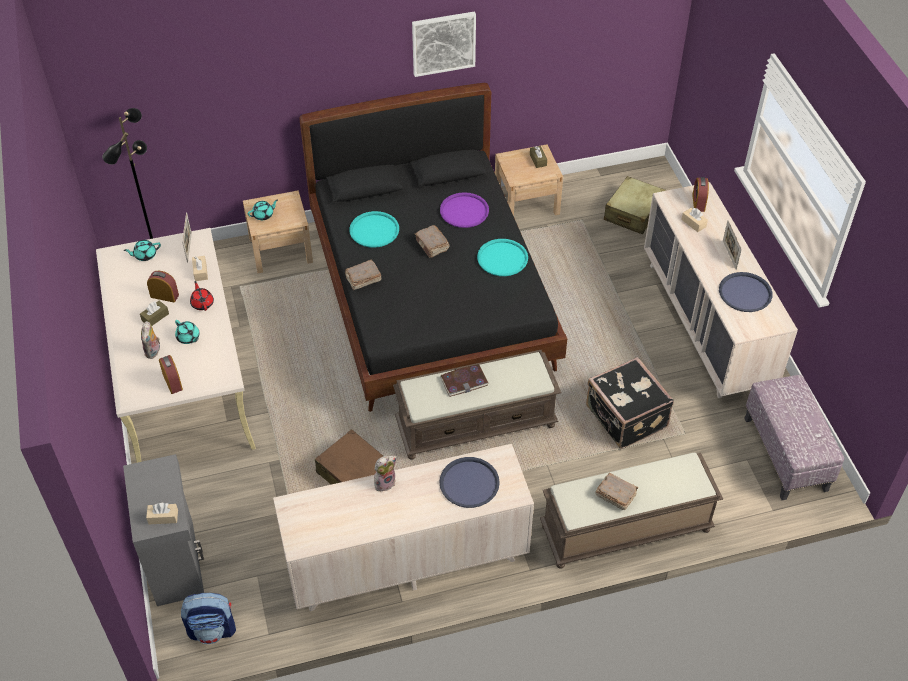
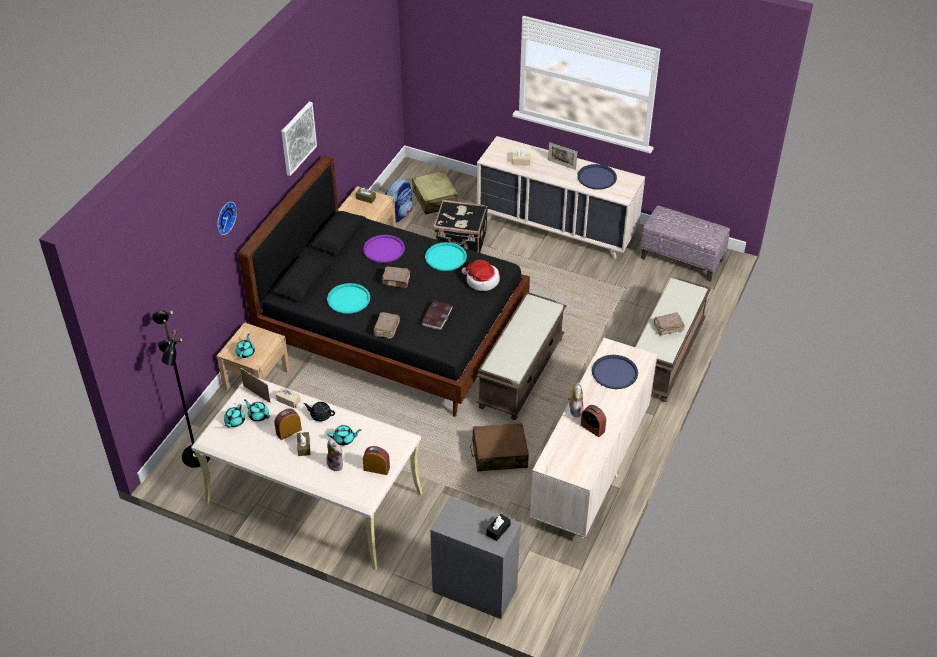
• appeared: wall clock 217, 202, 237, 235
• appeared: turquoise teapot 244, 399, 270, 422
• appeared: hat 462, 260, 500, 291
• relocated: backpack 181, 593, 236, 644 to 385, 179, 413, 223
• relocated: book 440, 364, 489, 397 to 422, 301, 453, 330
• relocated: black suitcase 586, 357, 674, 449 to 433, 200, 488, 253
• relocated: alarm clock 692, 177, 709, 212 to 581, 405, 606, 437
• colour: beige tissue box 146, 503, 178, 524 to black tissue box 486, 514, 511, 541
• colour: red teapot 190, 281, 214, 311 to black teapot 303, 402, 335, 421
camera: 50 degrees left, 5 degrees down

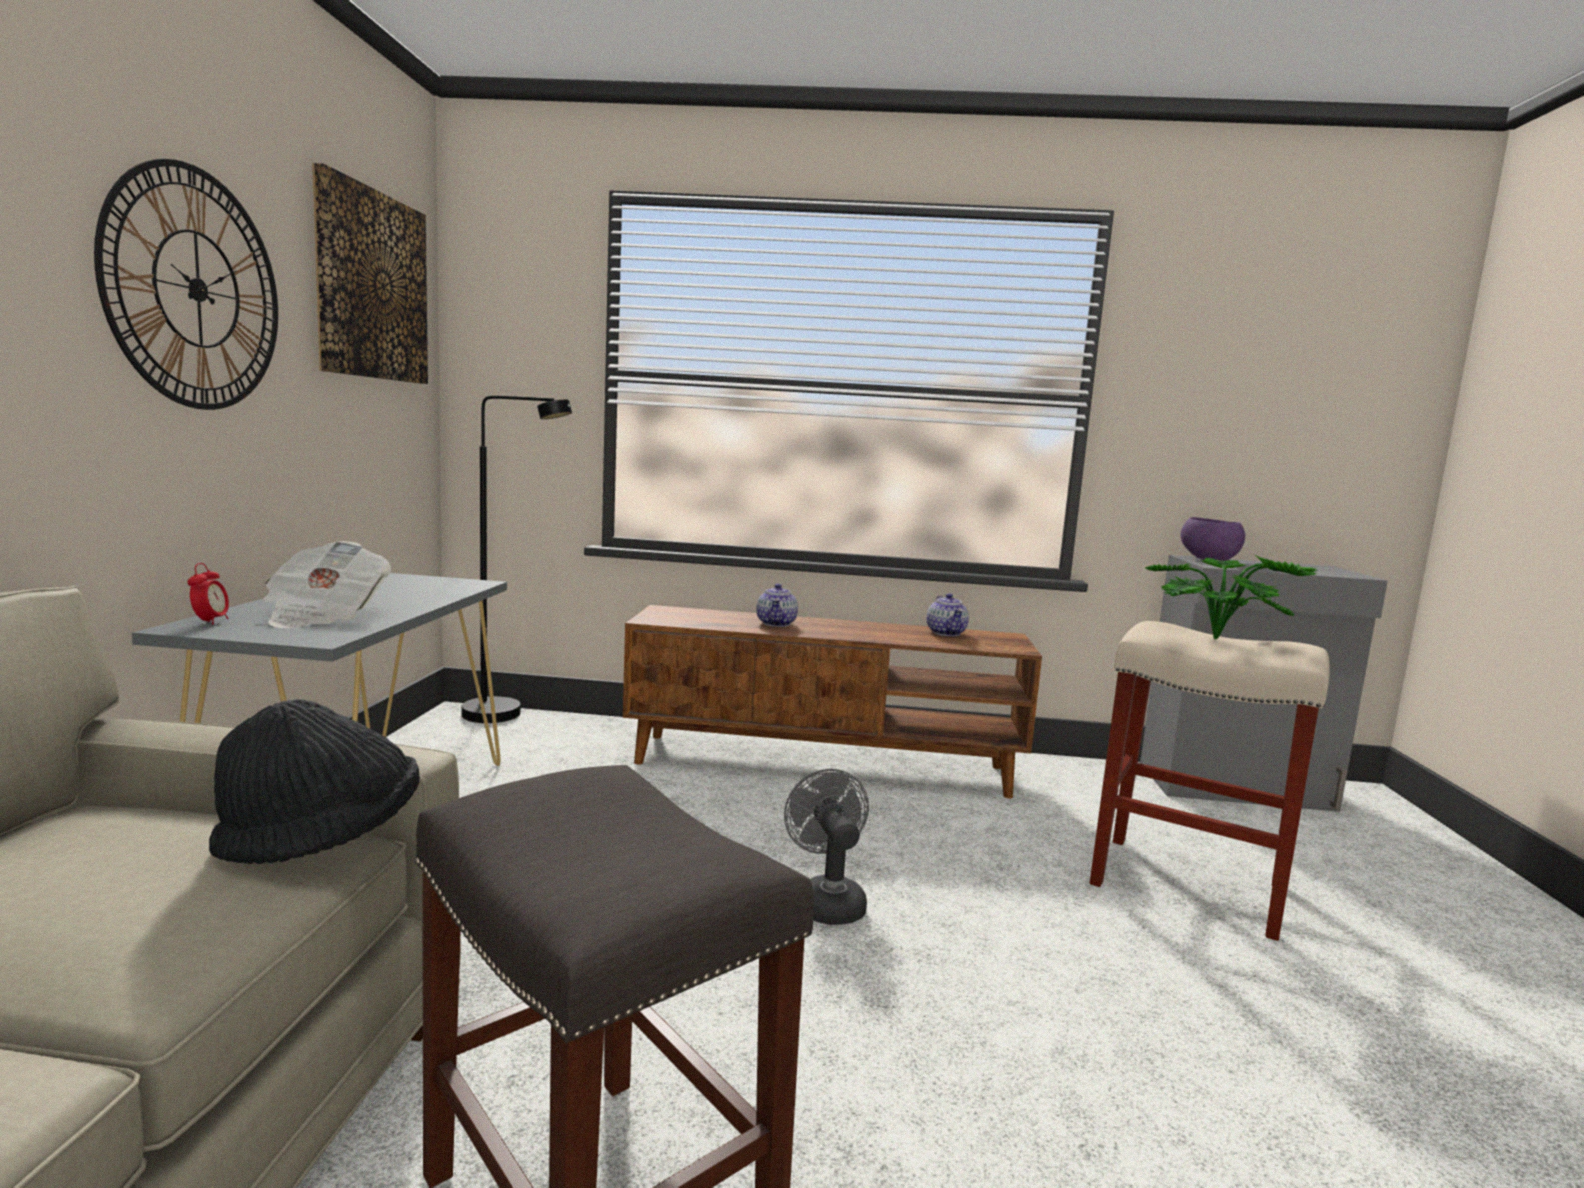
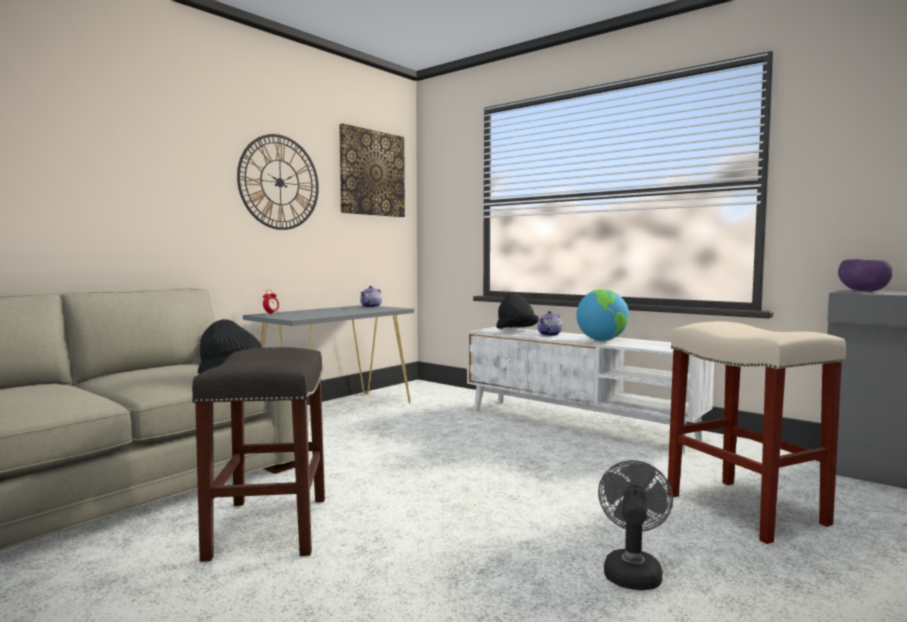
• missing: newspaper 263, 541, 391, 628
• missing: black floor lamp 461, 396, 572, 723
• missing: potted plant 1144, 555, 1317, 639
• appeared: black hat 496, 293, 539, 329
• appeared: globe 576, 289, 629, 341
• relocated: grey fan 784, 769, 869, 925 to 598, 460, 673, 591
• relocated: teapot 927, 593, 969, 636 to 360, 286, 382, 308
• colour: brown tv stand 623, 605, 1042, 799 to white tv stand 467, 327, 714, 454
camera: 35 degrees right, 5 degrees down

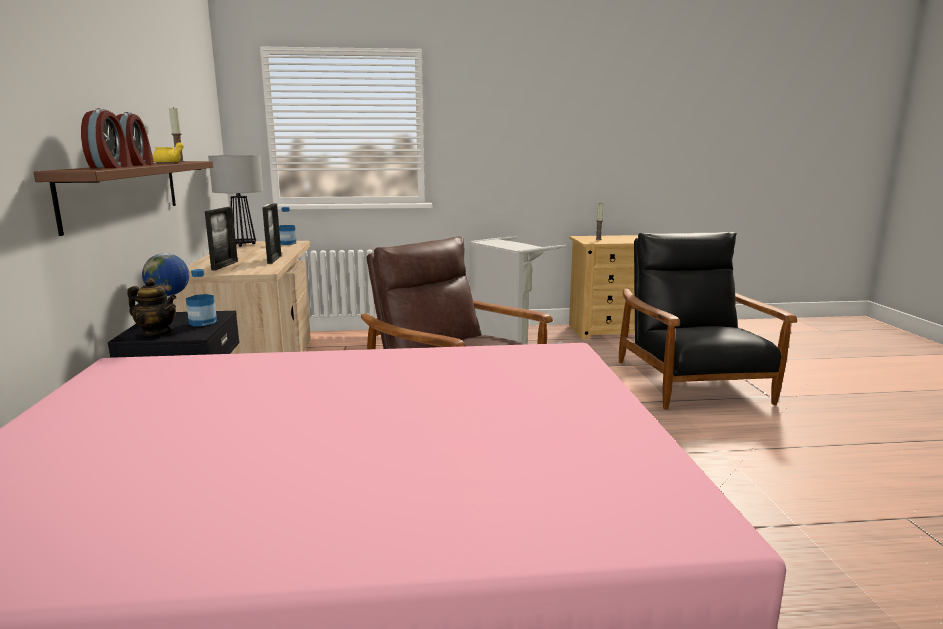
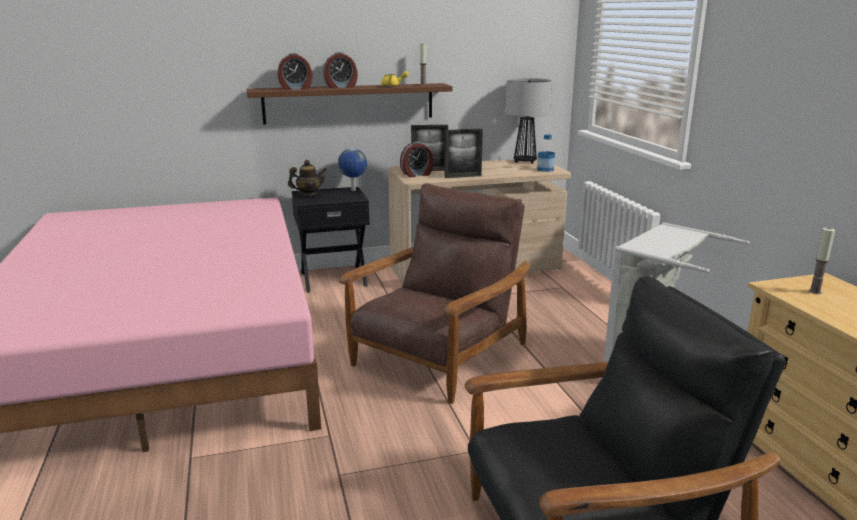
• missing: bottle 186, 269, 217, 326
• appeared: alarm clock 400, 142, 433, 177
• spun: teapot 127, 278, 177, 336 = 288, 160, 327, 197 120 degrees counterclockwise
camera: 80 degrees right, 5 degrees up

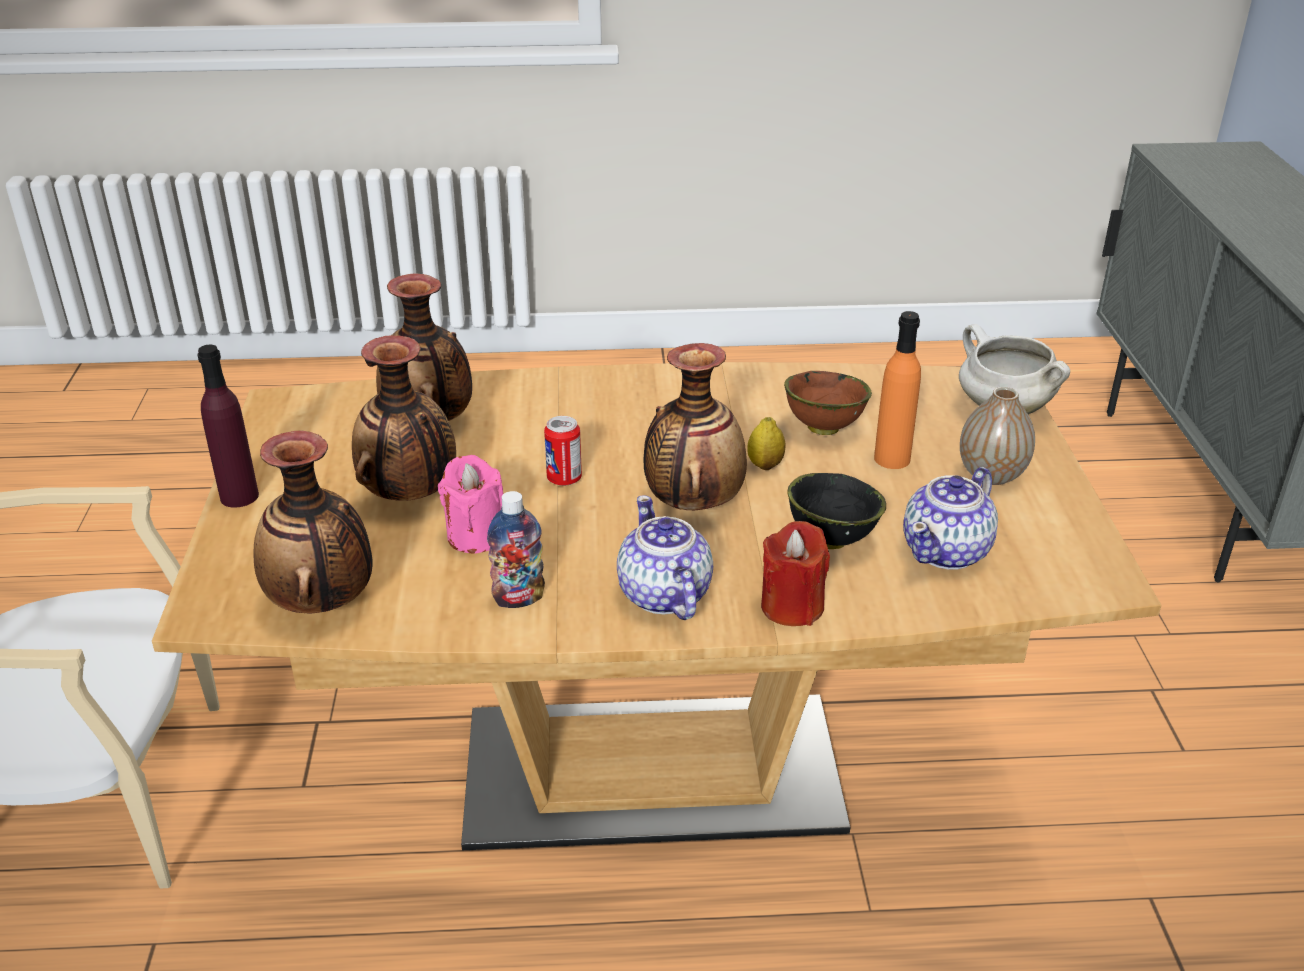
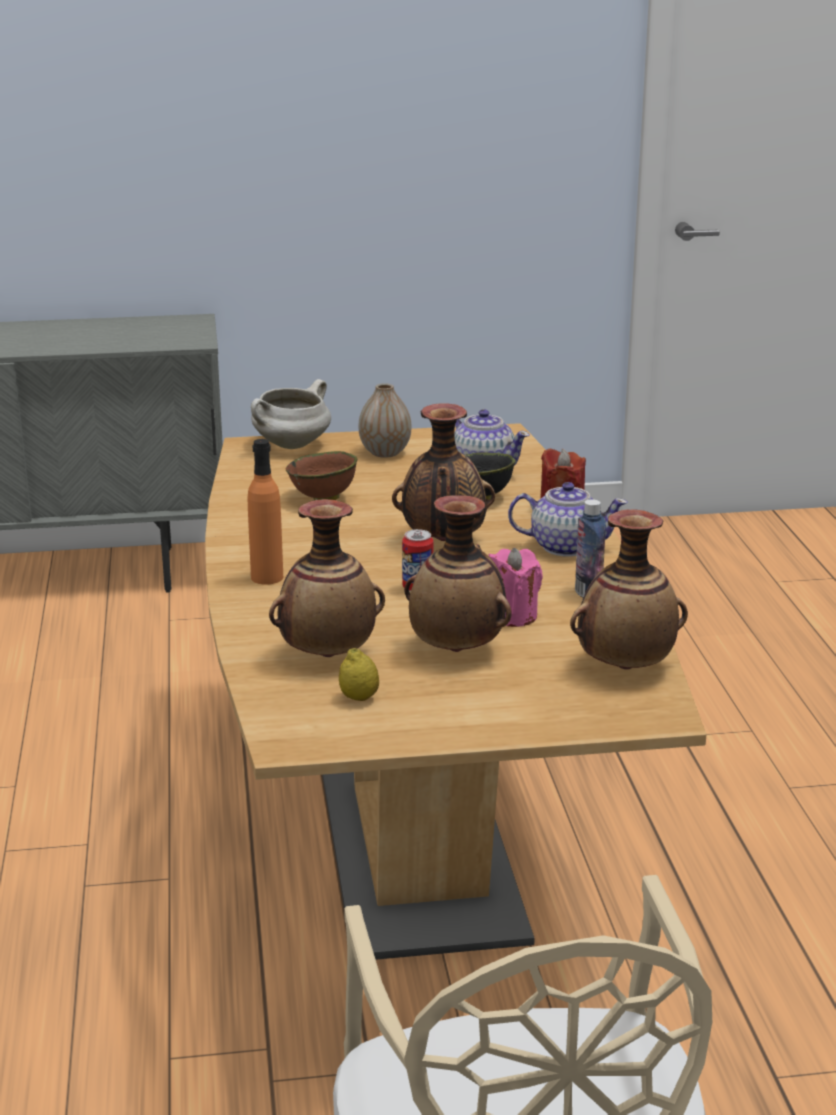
• missing: purple bottle 198, 345, 259, 508
• relocated: lemon 747, 417, 785, 470 to 339, 648, 379, 701
• relocated: orange bottle 874, 311, 921, 469 to 248, 439, 283, 585
• spun: teapot 617, 495, 713, 620 = 508, 482, 628, 557 150 degrees counterclockwise
camera: 95 degrees left, 10 degrees down

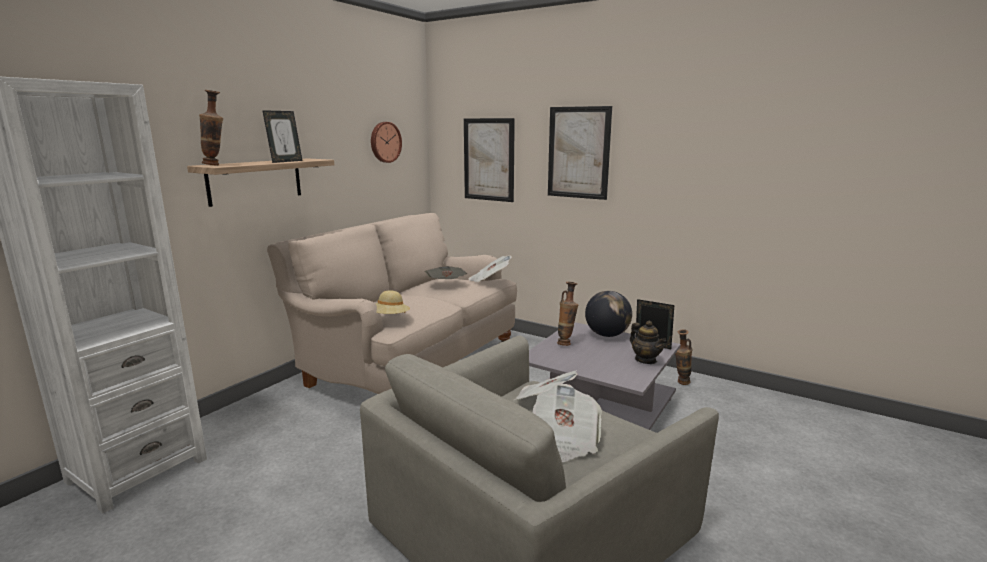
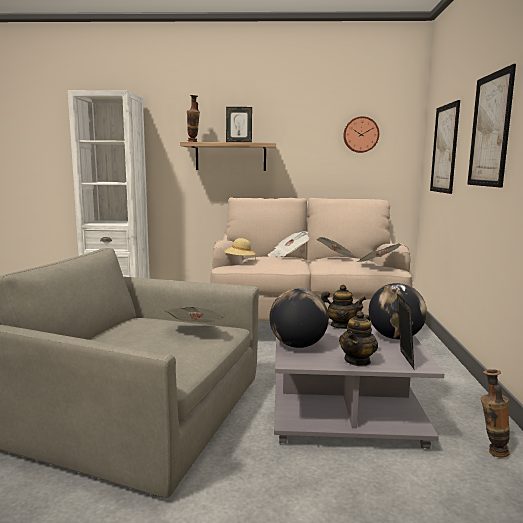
• appeared: globe 269, 288, 329, 348
• relocated: newspaper 532, 384, 602, 462 to 268, 231, 309, 257
• exchanged: vase 557, 282, 578, 346 to teapot 321, 285, 366, 329
camera: 60 degrees right, 5 degrees down

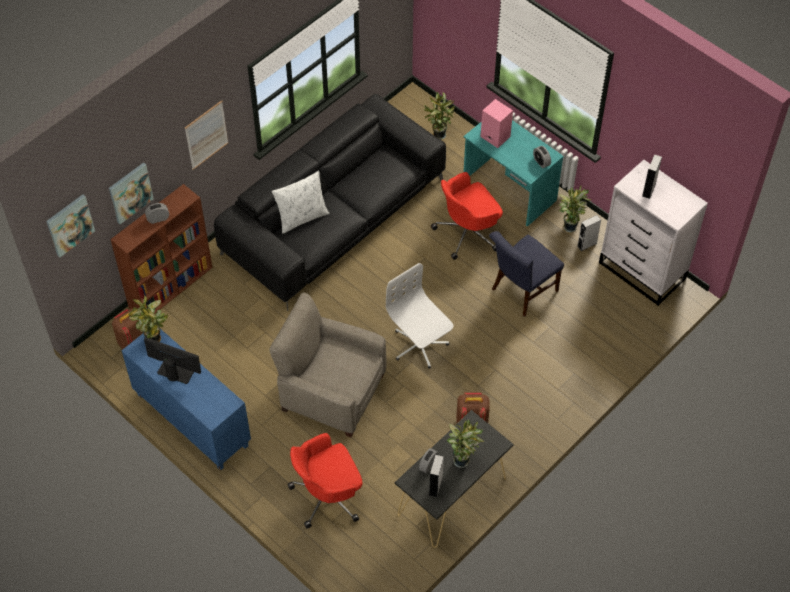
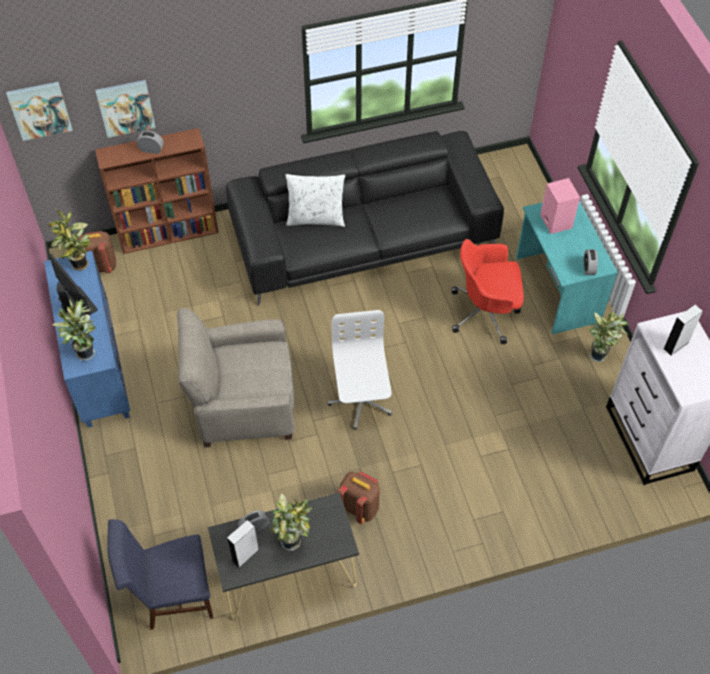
• missing: picture 185, 100, 228, 170
• missing: red office chair 287, 433, 363, 528
• missing: grey speaker 577, 215, 601, 251
• relocated: potted plant 424, 92, 455, 140 to 52, 299, 96, 361
• relocated: blue chair 489, 231, 564, 317 to 107, 519, 213, 630
• spun: beige armchair 269, 293, 386, 437 = 177, 308, 295, 448 60 degrees counterclockwise
camera: 30 degrees right, 0 degrees up

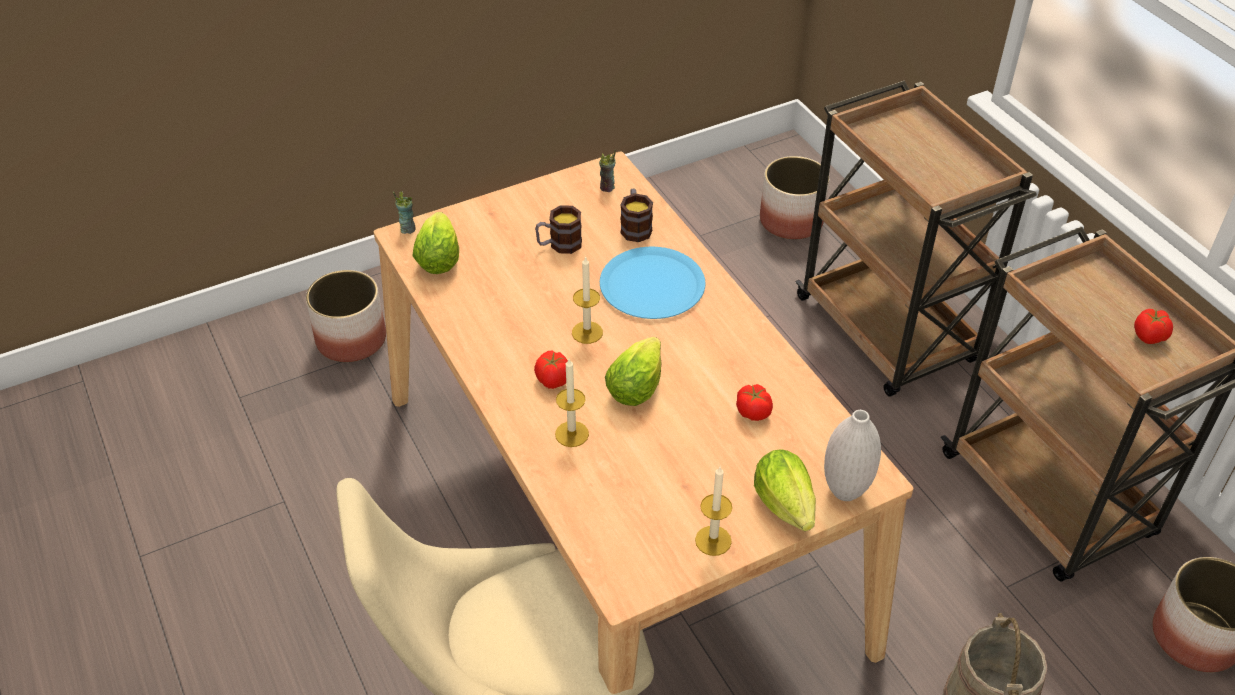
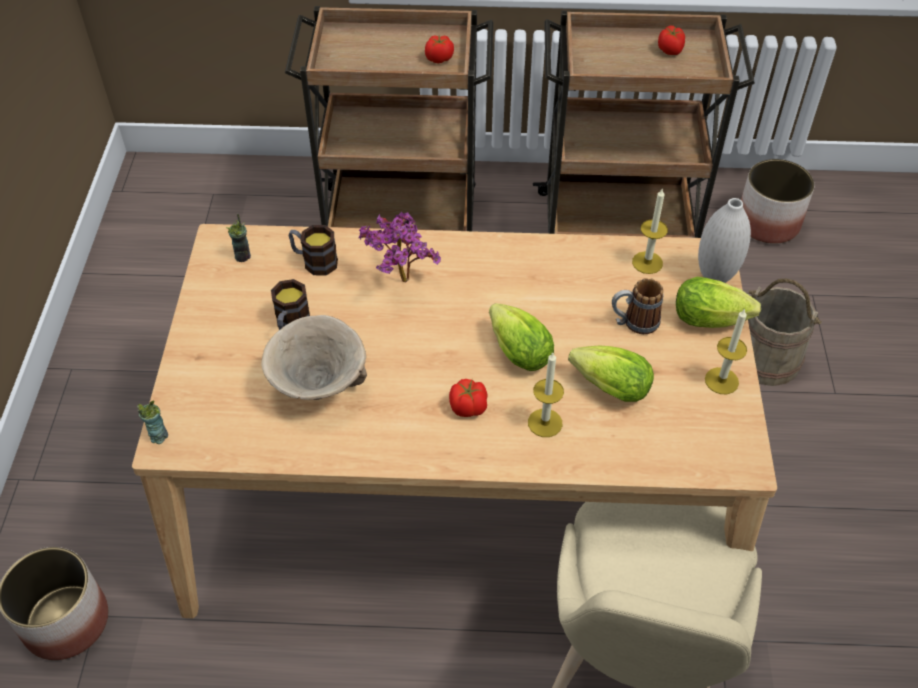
• missing: planter 760, 156, 830, 239
• appeared: beige bowl 261, 315, 367, 400
• appeared: mug 612, 278, 664, 334
• relocated: lettuce 413, 212, 459, 274 to 568, 345, 654, 402
• relocated: candle 572, 256, 603, 344 to 632, 189, 668, 274
• relocated: tomato 736, 384, 773, 421 to 425, 35, 454, 63
• exchanged: blue plate 600, 247, 705, 319 to potted plant 359, 212, 441, 282
camera: 60 degrees left, 5 degrees up

